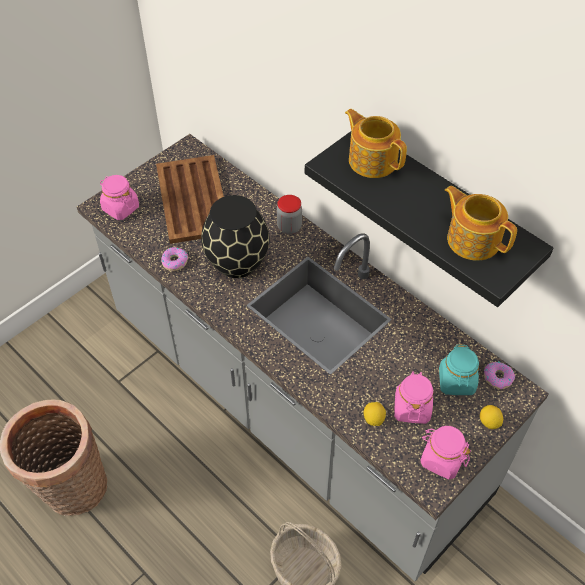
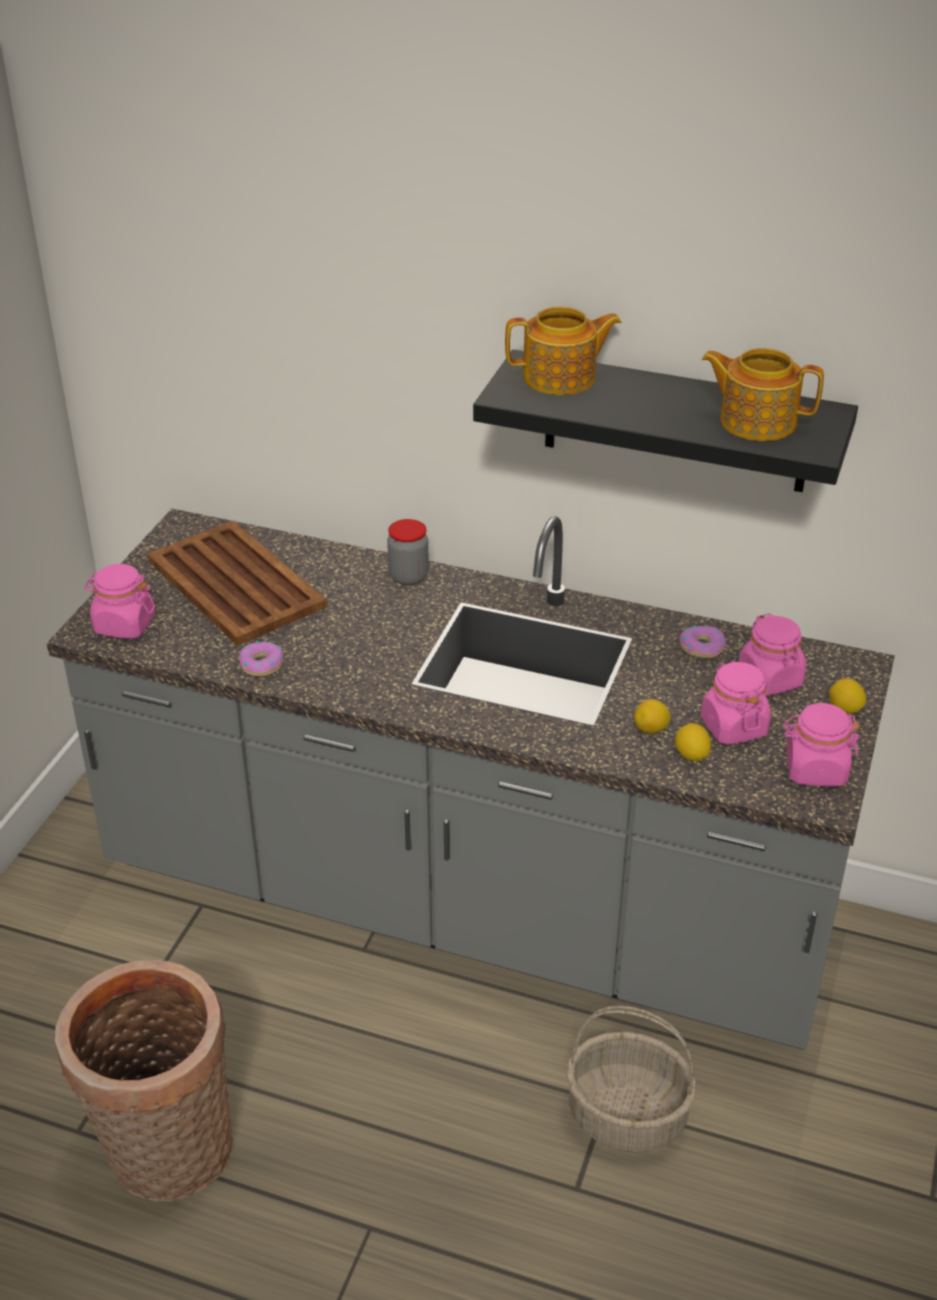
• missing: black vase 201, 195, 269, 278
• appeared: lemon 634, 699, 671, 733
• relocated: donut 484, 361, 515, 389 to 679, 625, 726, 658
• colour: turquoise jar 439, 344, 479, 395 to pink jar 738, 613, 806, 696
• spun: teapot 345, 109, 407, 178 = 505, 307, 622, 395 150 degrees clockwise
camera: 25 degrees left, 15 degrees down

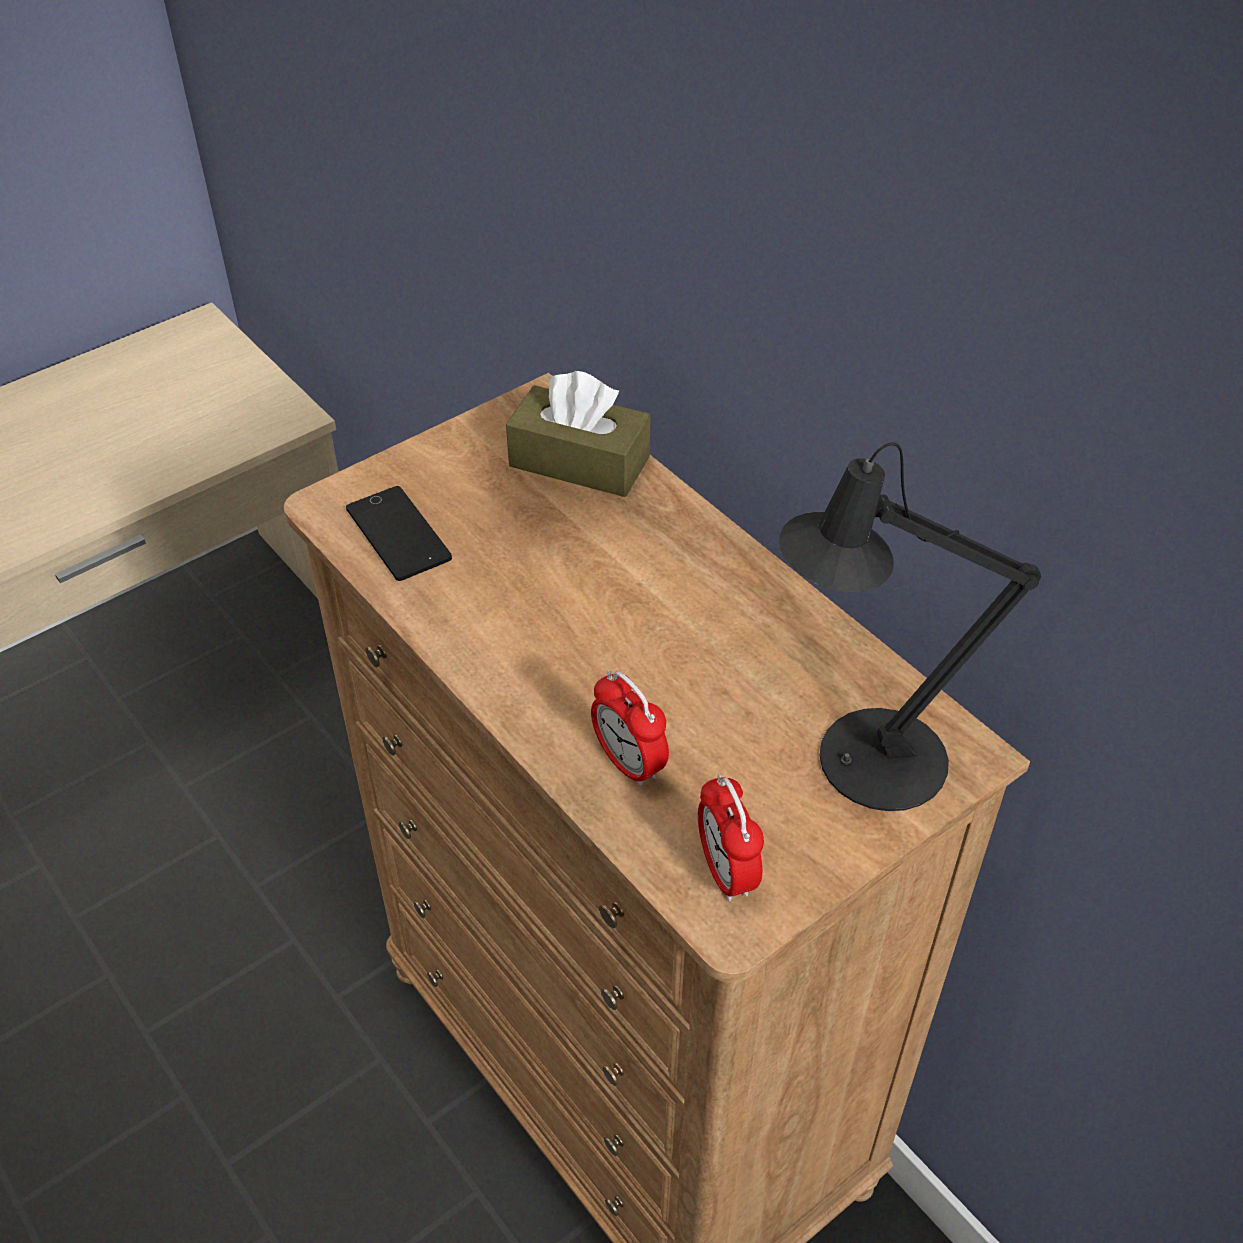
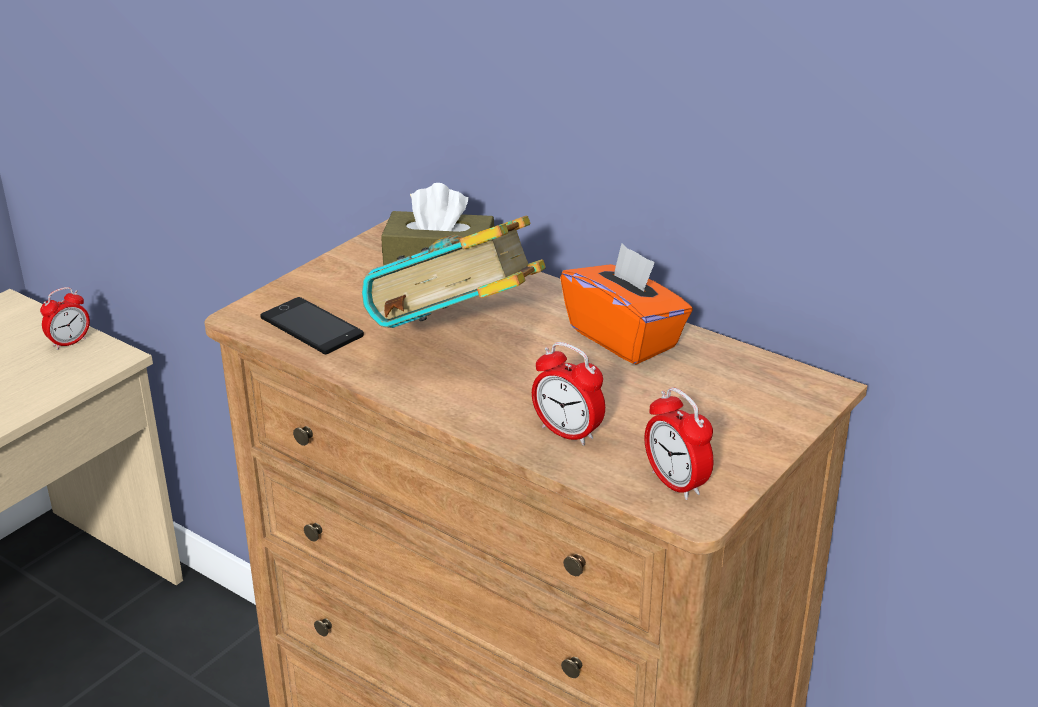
• missing: black table lamp 779, 442, 1041, 811
• appeared: alarm clock 40, 287, 90, 350
• appeared: book 362, 215, 546, 328
• appeared: orange tissue box 560, 243, 693, 365
camera: 15 degrees left, 15 degrees down

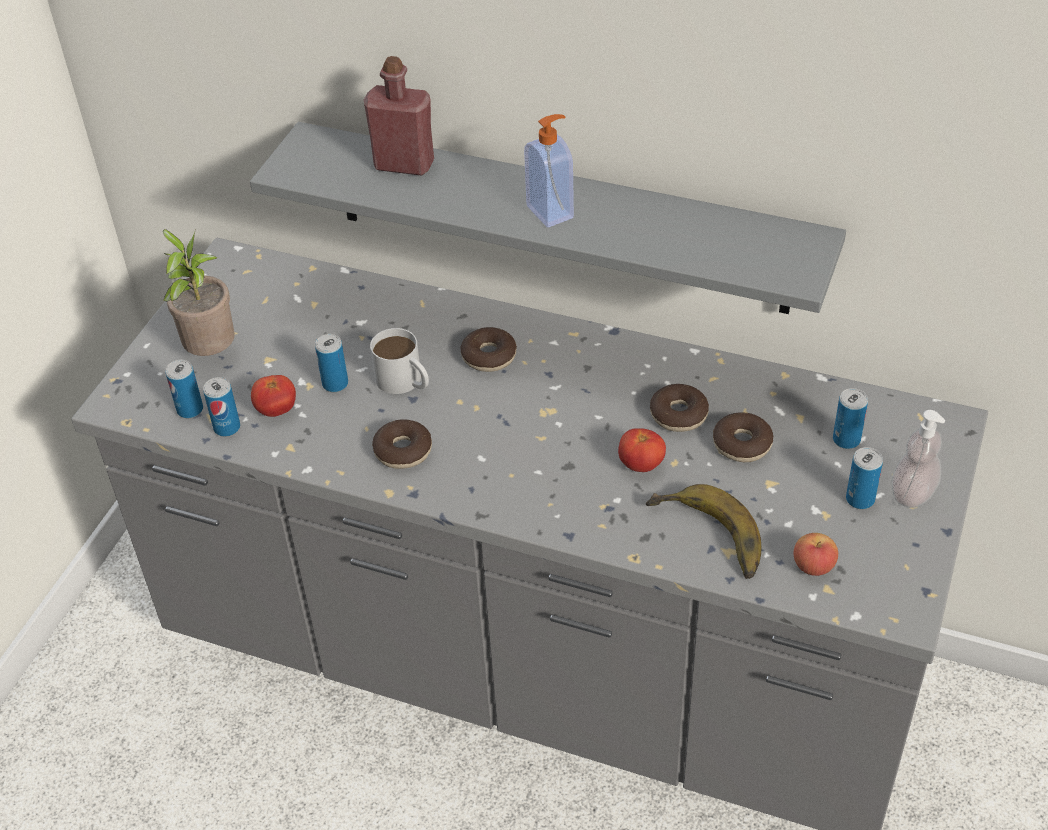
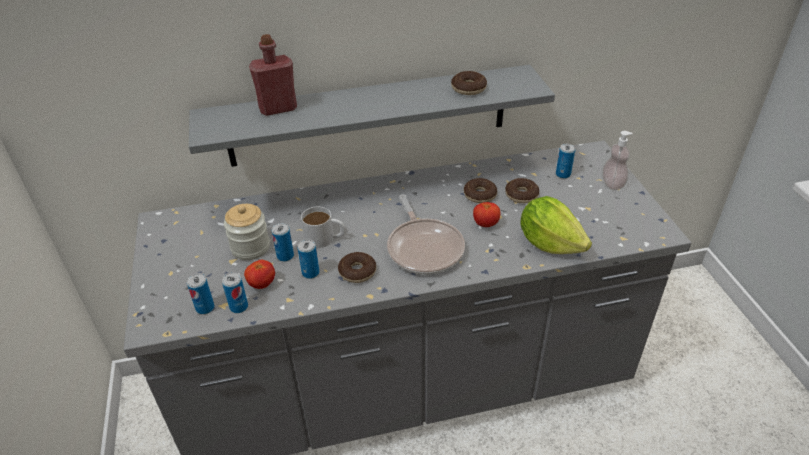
• missing: potted plant 163, 229, 235, 356
• missing: soap dispenser 524, 114, 574, 228
• missing: apple 793, 533, 838, 576
• appeared: jar 224, 204, 270, 260
• appeared: frying pan 387, 194, 465, 275
• relocated: donut 460, 327, 517, 372 to 451, 71, 487, 95
• relocated: can 846, 447, 883, 509 to 297, 239, 319, 279
• exchanged: banana 646, 484, 761, 579 to lettuce 521, 196, 592, 254
camera: 35 degrees left, 5 degrees down

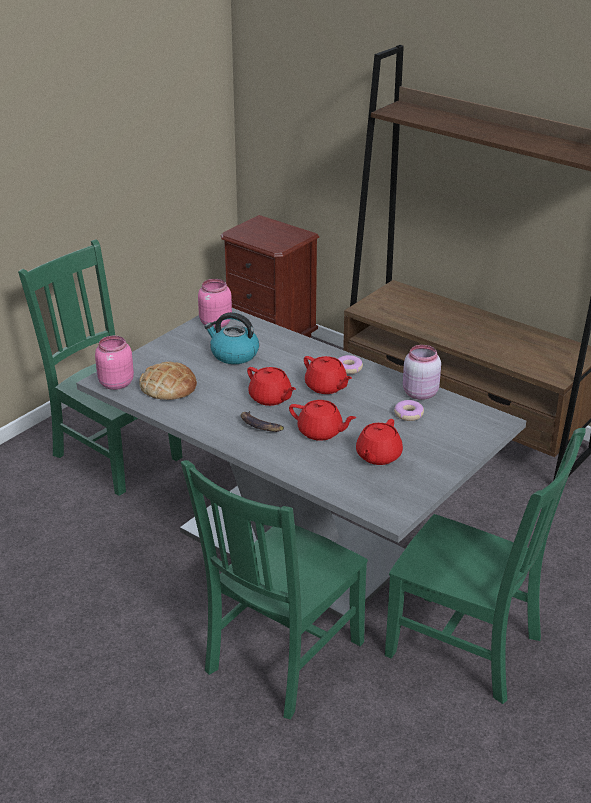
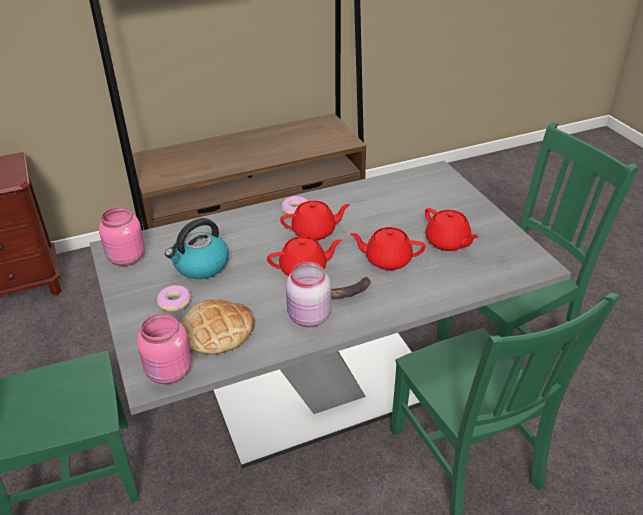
• relocated: donut 394, 400, 424, 421 to 157, 285, 192, 312
• relocated: pink jar 403, 345, 441, 400 to 286, 262, 331, 327
• spun: red teapot 289, 400, 356, 441 = 350, 227, 426, 270 135 degrees counterclockwise
camera: 60 degrees left, 5 degrees up

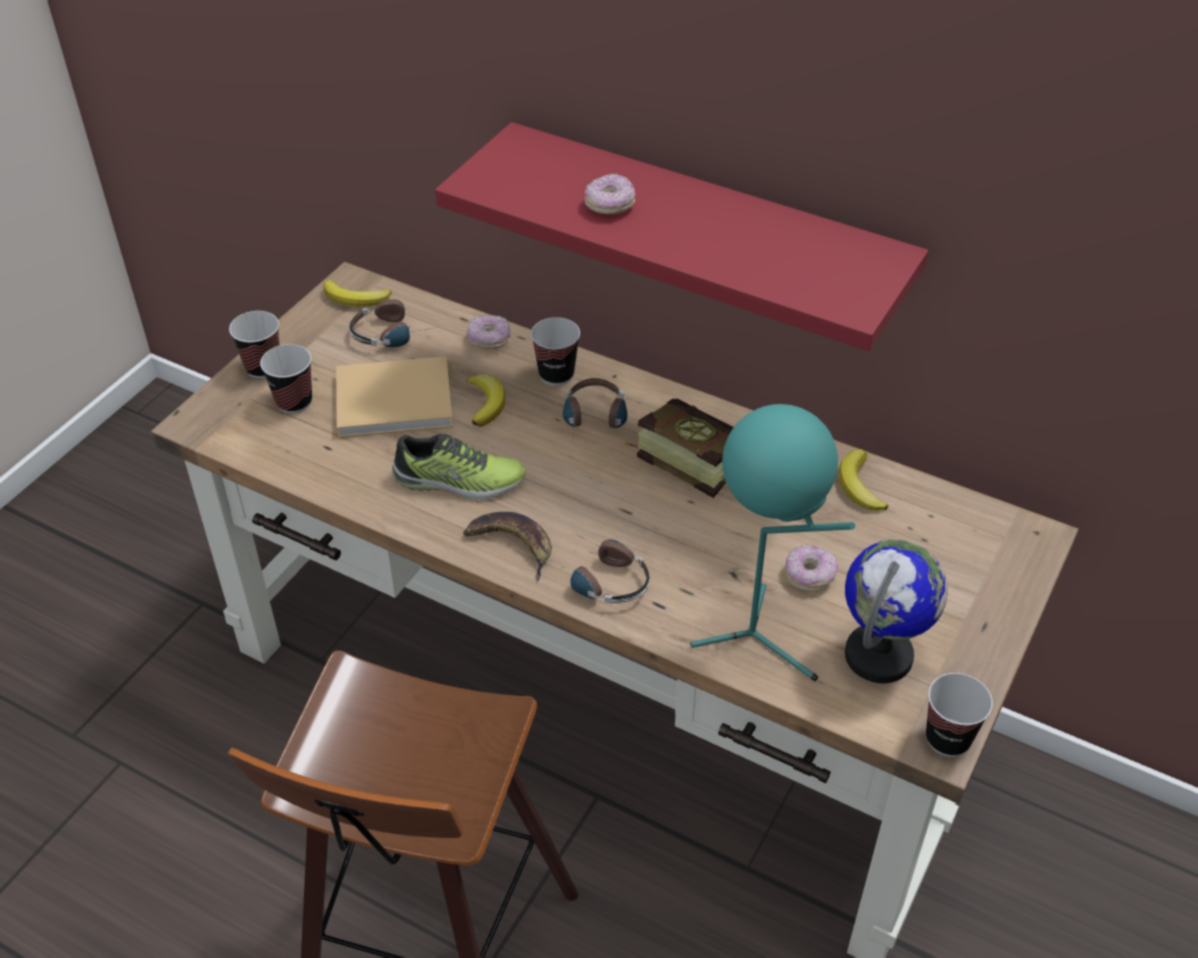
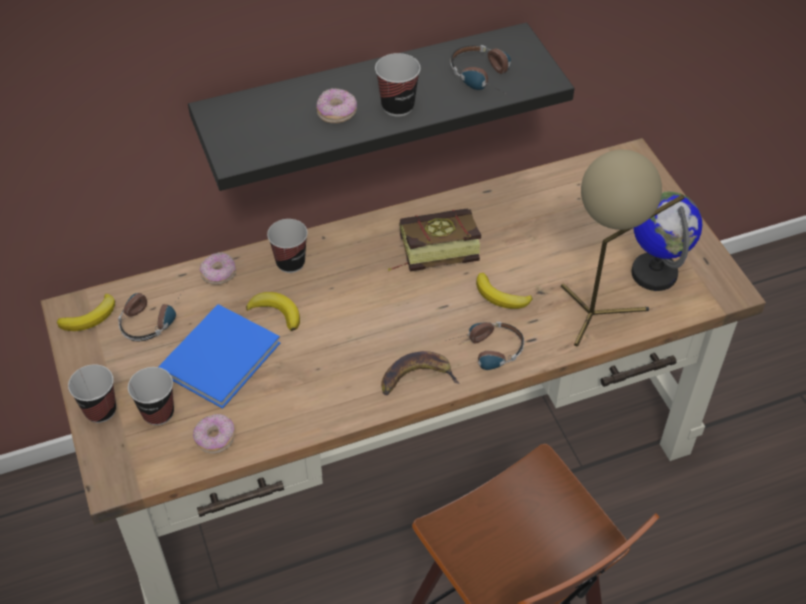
• missing: shoe 392, 434, 526, 500
• relocated: headphones 563, 378, 627, 428 to 450, 45, 511, 92
• relocated: donut 785, 545, 838, 592 to 193, 414, 234, 454
• relocated: banana 839, 449, 888, 511 to 476, 273, 533, 309
• relocated: cup 926, 673, 993, 757 to 375, 53, 421, 117
• colour: beige book 336, 356, 453, 438 to blue book 158, 304, 281, 409
• colour: red shelf 435, 122, 928, 351 to black shelf 188, 23, 574, 191
• colour: turquoise table lamp 691, 404, 855, 681 to beige table lamp 561, 150, 685, 347
camera: 50 degrees left, 5 degrees up

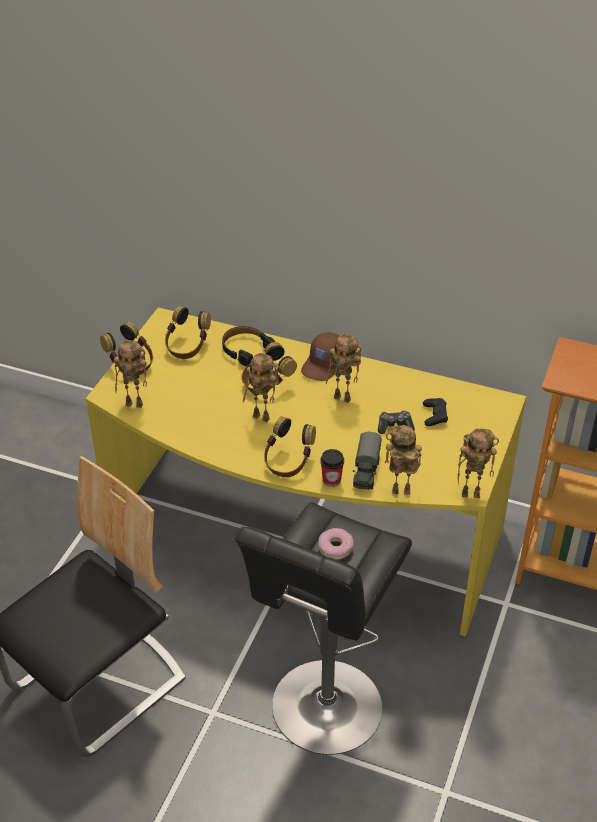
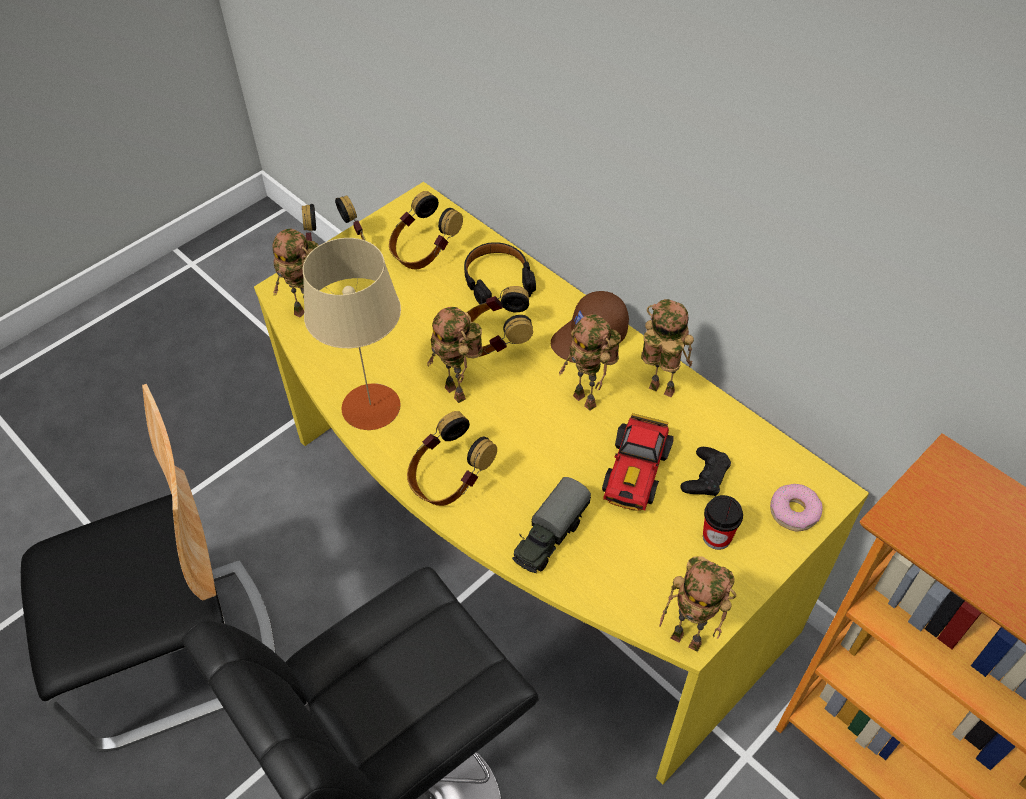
• appeared: beige table lamp 303, 238, 401, 430
• relocated: donut 318, 528, 354, 560 to 770, 484, 822, 531
• relocated: cup 320, 449, 344, 487 to 703, 495, 743, 550
• relocated: toy robot 385, 425, 422, 495 to 641, 299, 694, 397
• exchanged: game controller 378, 410, 415, 434 to toy car 602, 413, 674, 511
camera: 25 degrees right, 10 degrees up

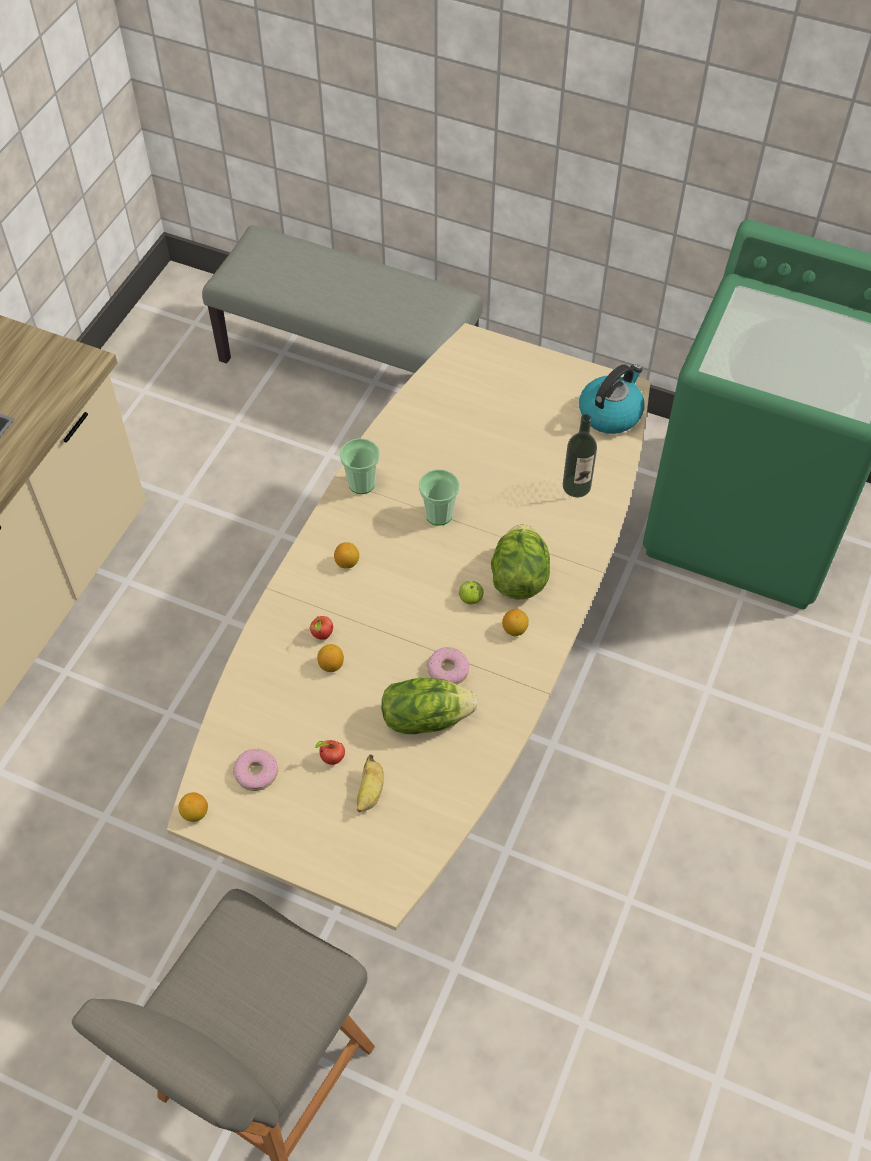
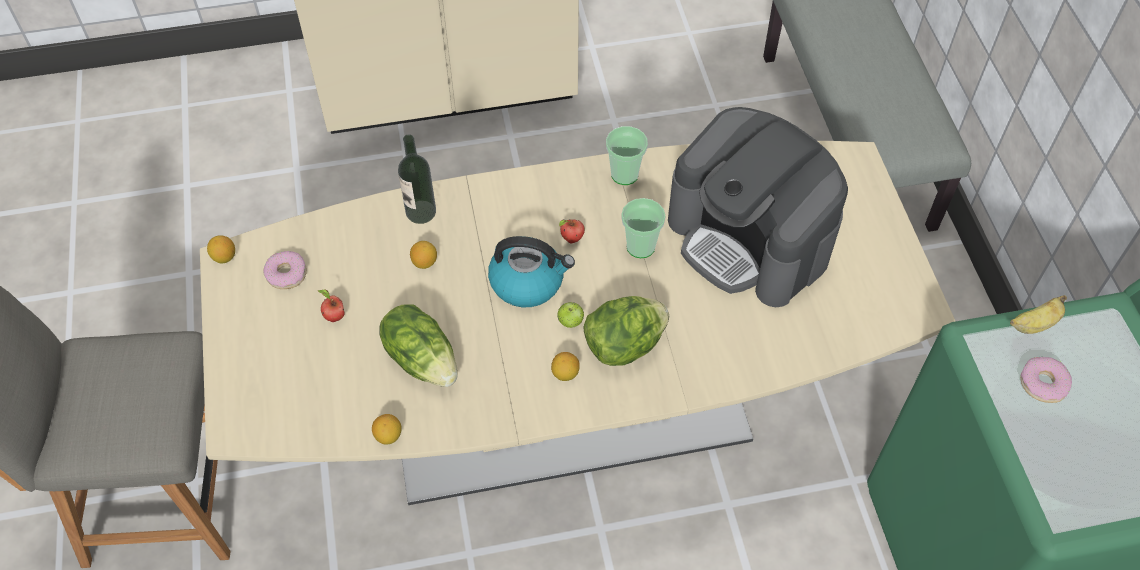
• appeared: coffee machine 668, 107, 848, 307
• relocated: apple 309, 616, 333, 640 to 559, 219, 585, 243
• relocated: lemon 334, 542, 359, 569 to 372, 414, 402, 445
• relocated: banana 357, 754, 384, 812 to 1010, 295, 1067, 334
• relocated: donut 427, 647, 469, 684 to 1020, 357, 1072, 403
• relocated: bottle 563, 414, 597, 497 to 398, 134, 436, 224
• relocated: kettle 579, 364, 644, 434 to 488, 236, 575, 307
camera: 55 degrees right, 0 degrees up

